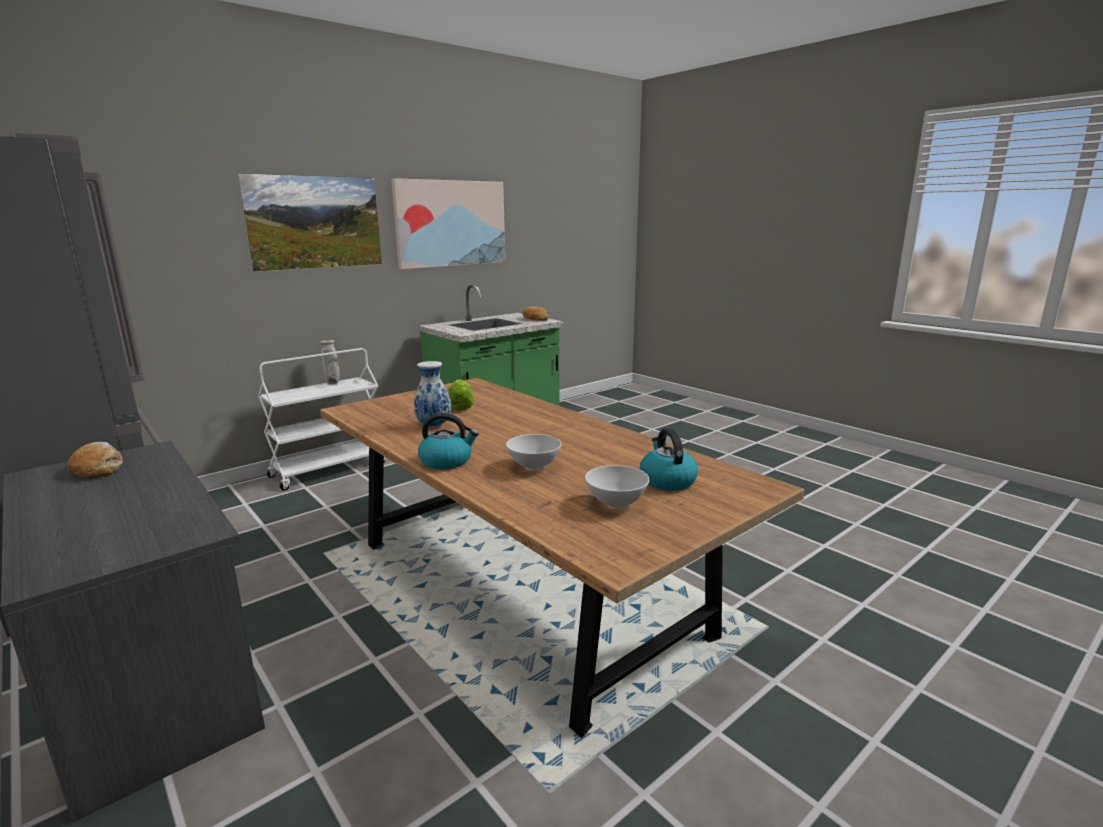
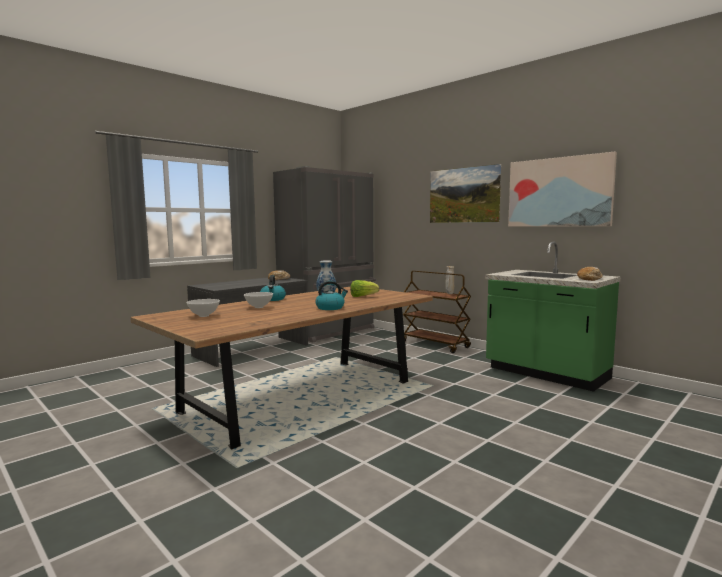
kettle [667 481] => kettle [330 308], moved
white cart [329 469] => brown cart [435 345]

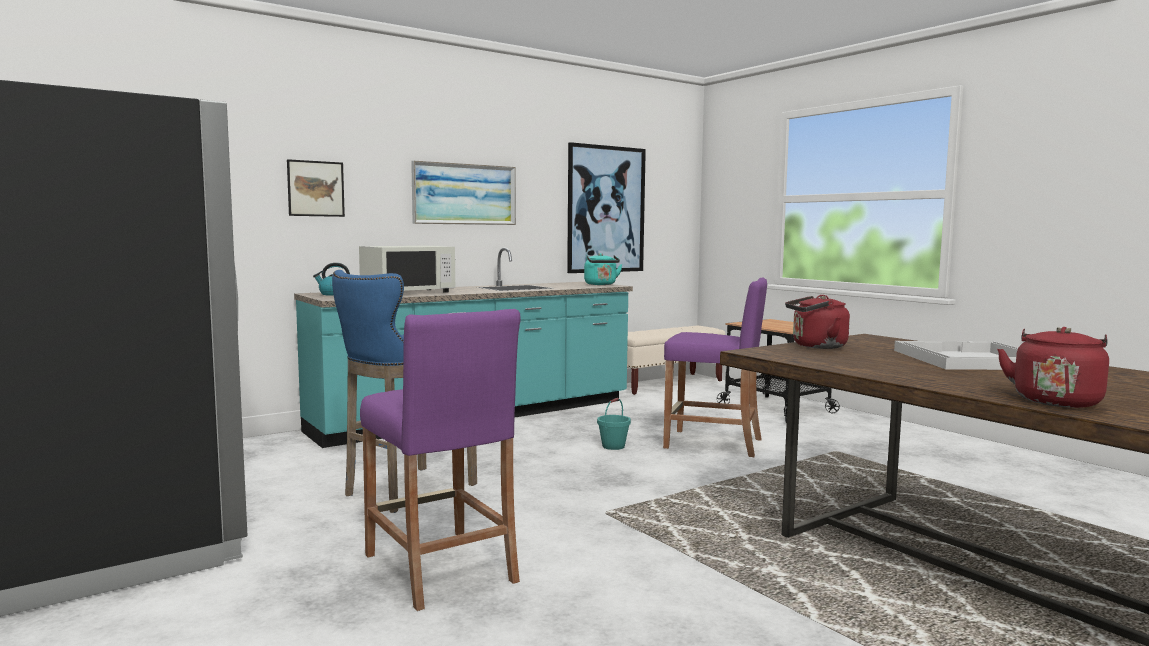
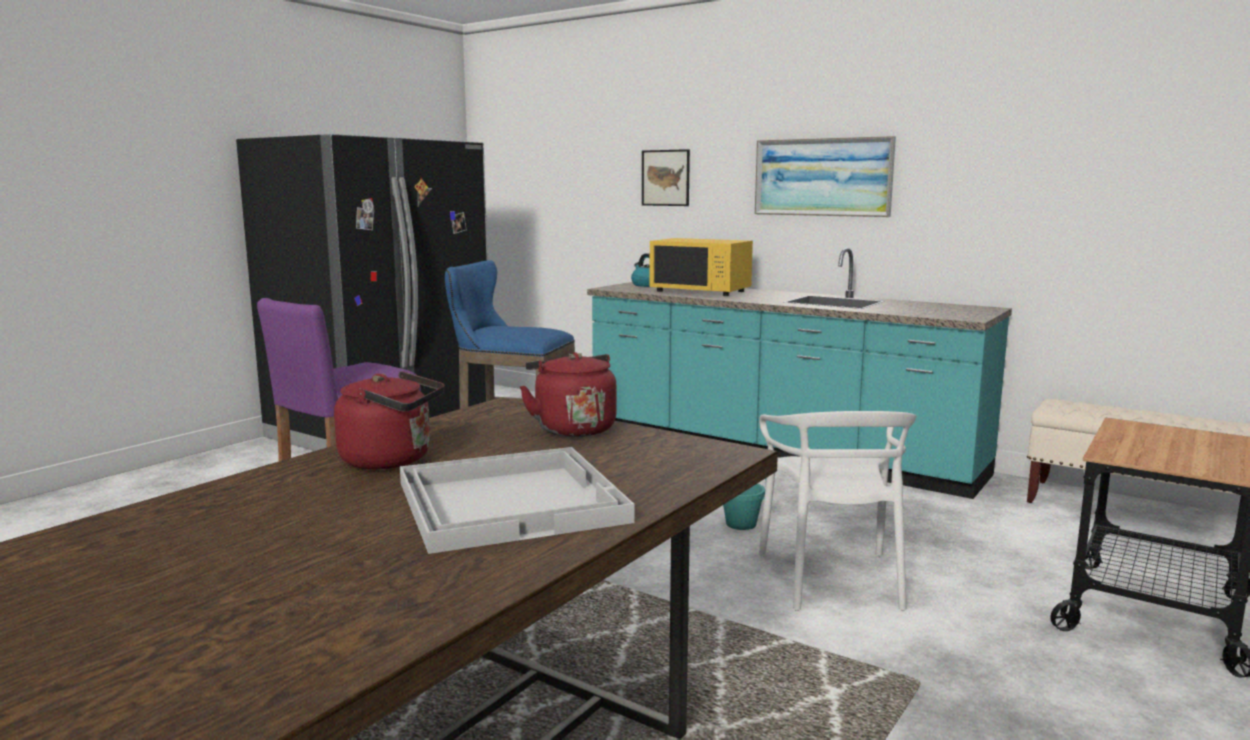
picture [606 209] => nothing
turquoise kettle [601 284] => nothing
red kettle [1055 401] => red kettle [392 460], moved
purple stool [713 443] => white chair [833 579]
white microwave [408 292] => yellow microwave [701 291]

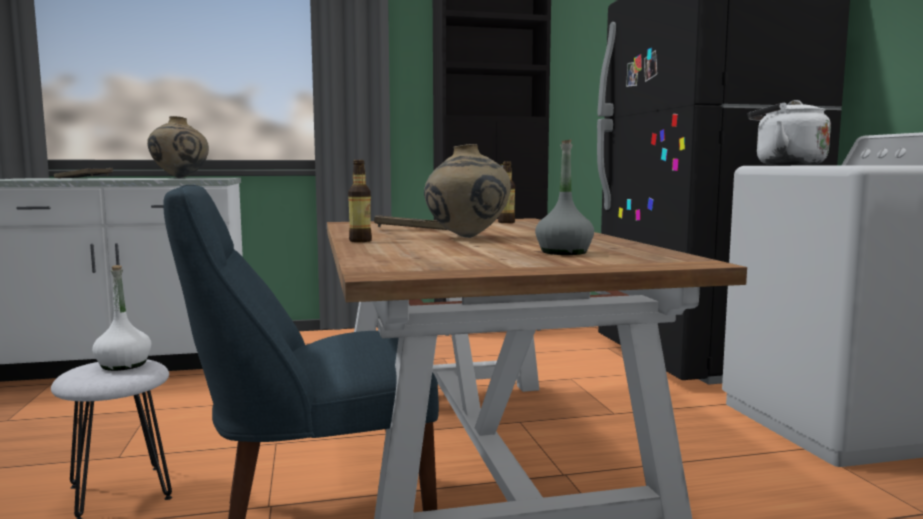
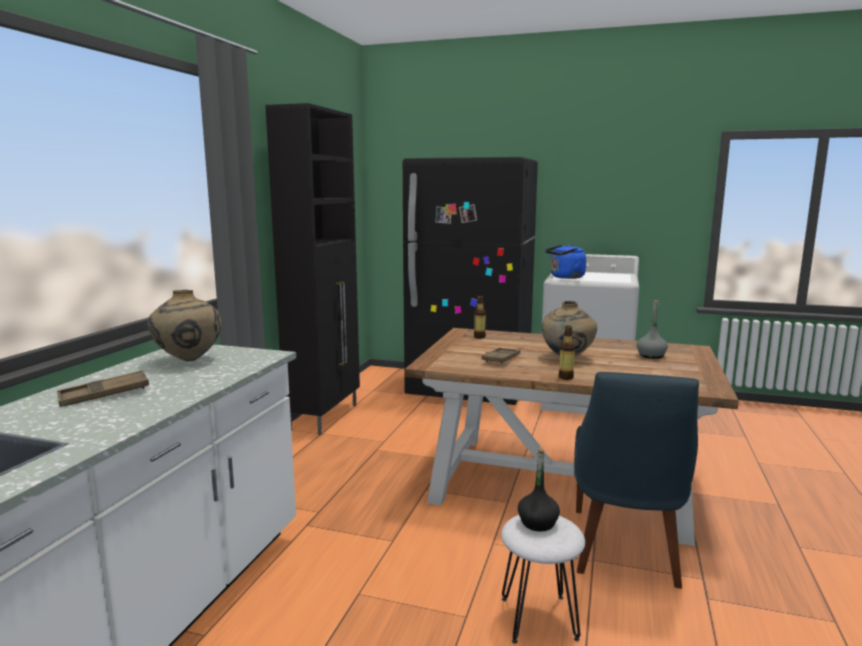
white bottle [124 365] => black bottle [538 523]
white kettle [785 165] => blue kettle [565 277]

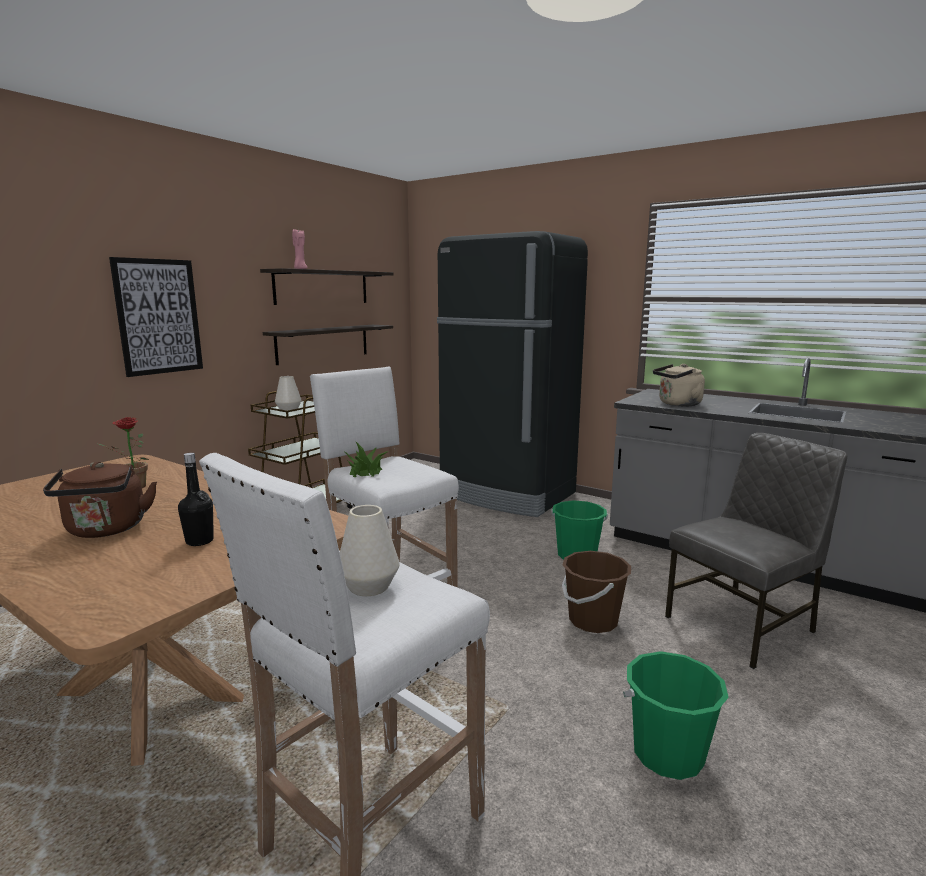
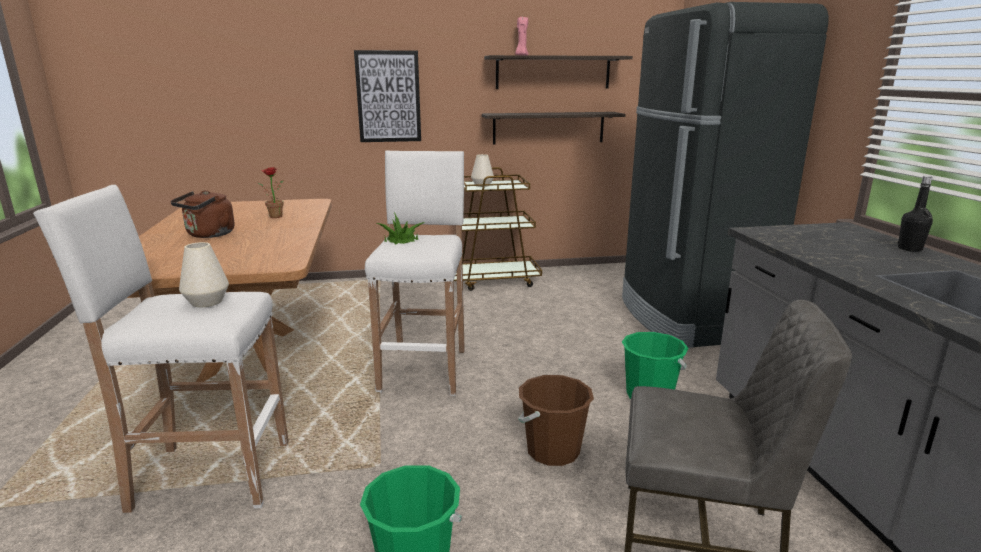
beige kettle [677 404] => nothing
black bottle [199 541] => black bottle [909 249], moved

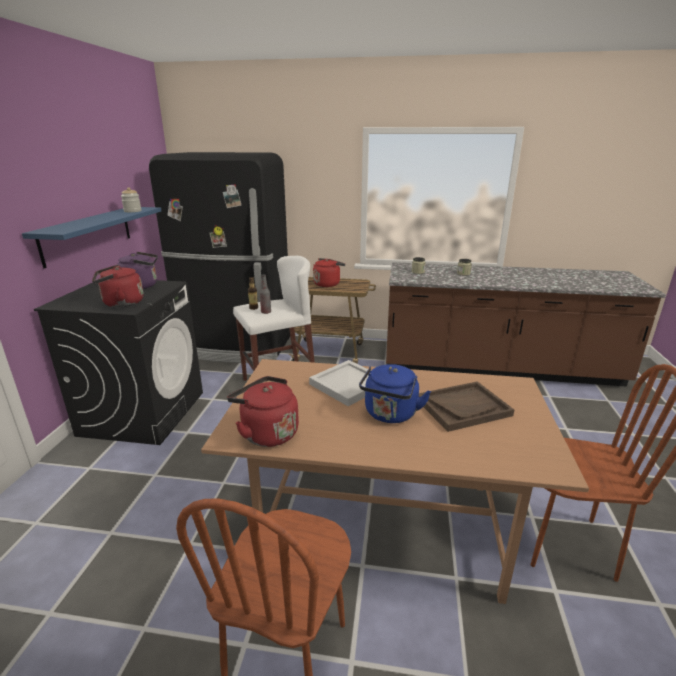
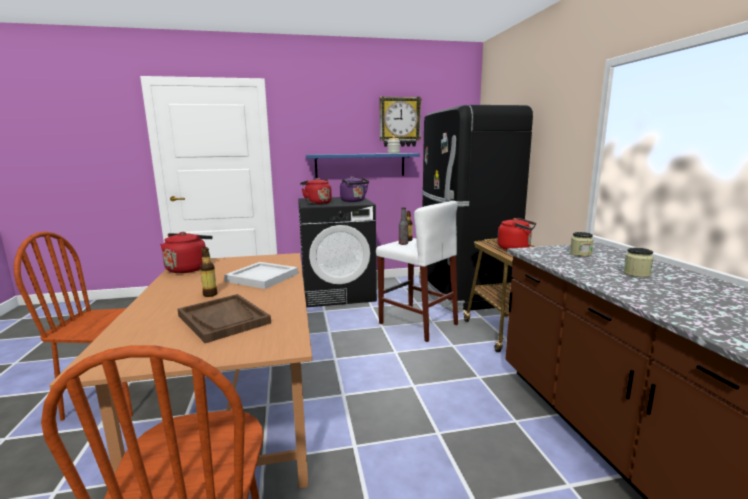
nothing => wall clock [399 122]
blue kettle [390 415] => bottle [210 294]

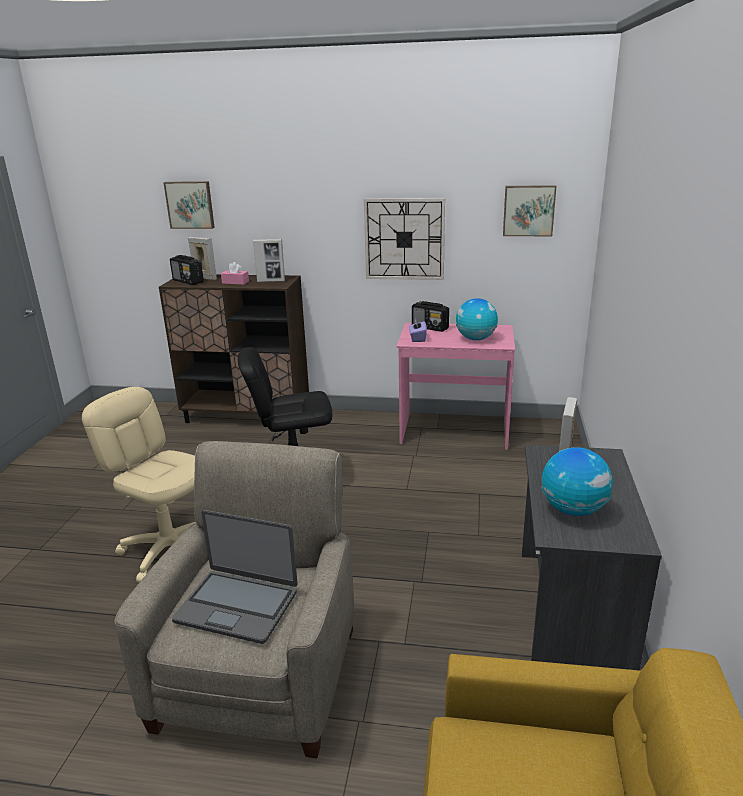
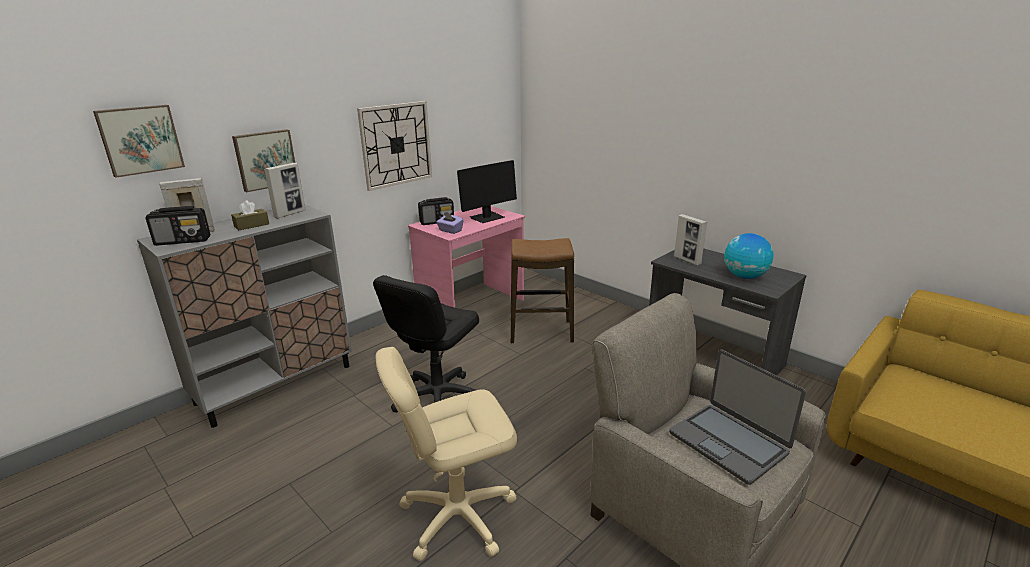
nothing => stool [540 332]
picture [528 210] => picture [265 159], moved
globe [476 339] => monitor [487 218]
brown cabinet [247 416] => grey cabinet [276 384]
pink tissue box [235 282] => brown tissue box [251 225]
laptop [237 605] => laptop [728 442], 90 degrees clockwise

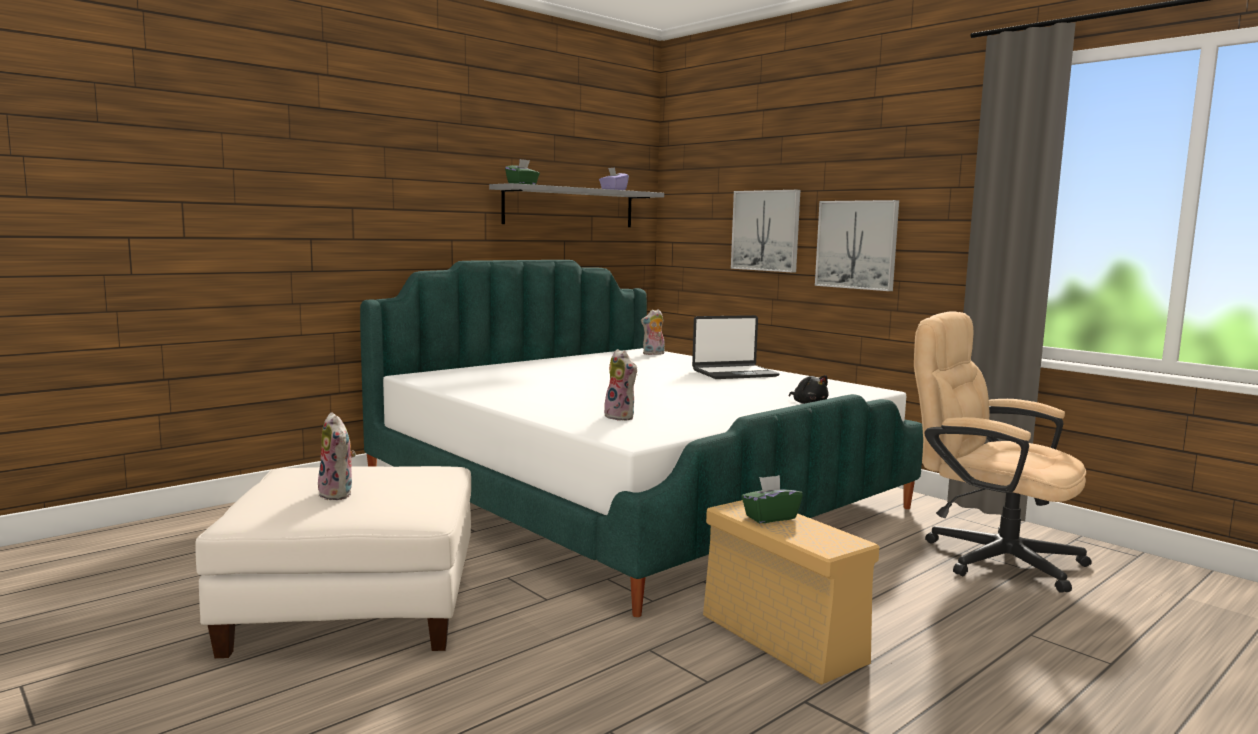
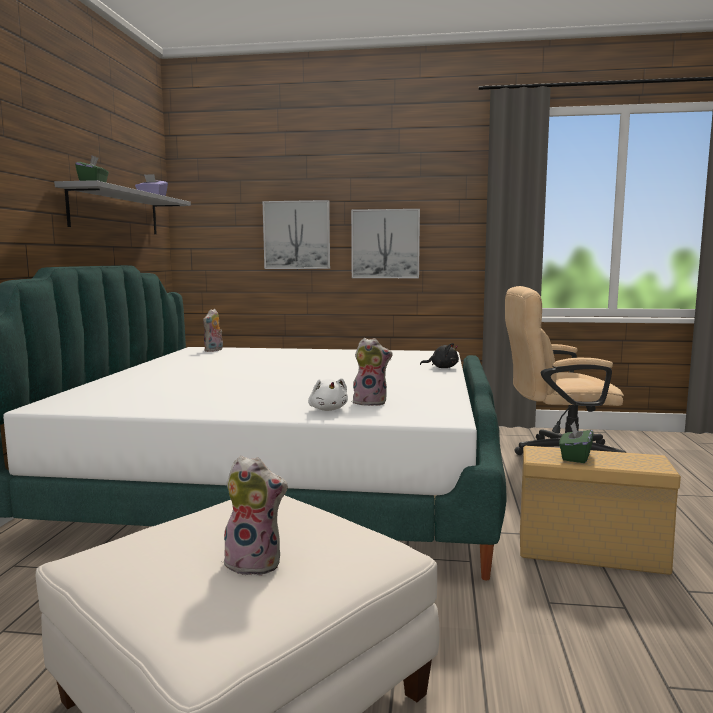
laptop [734 373] => nothing
nothing => white plush toy [328 409]

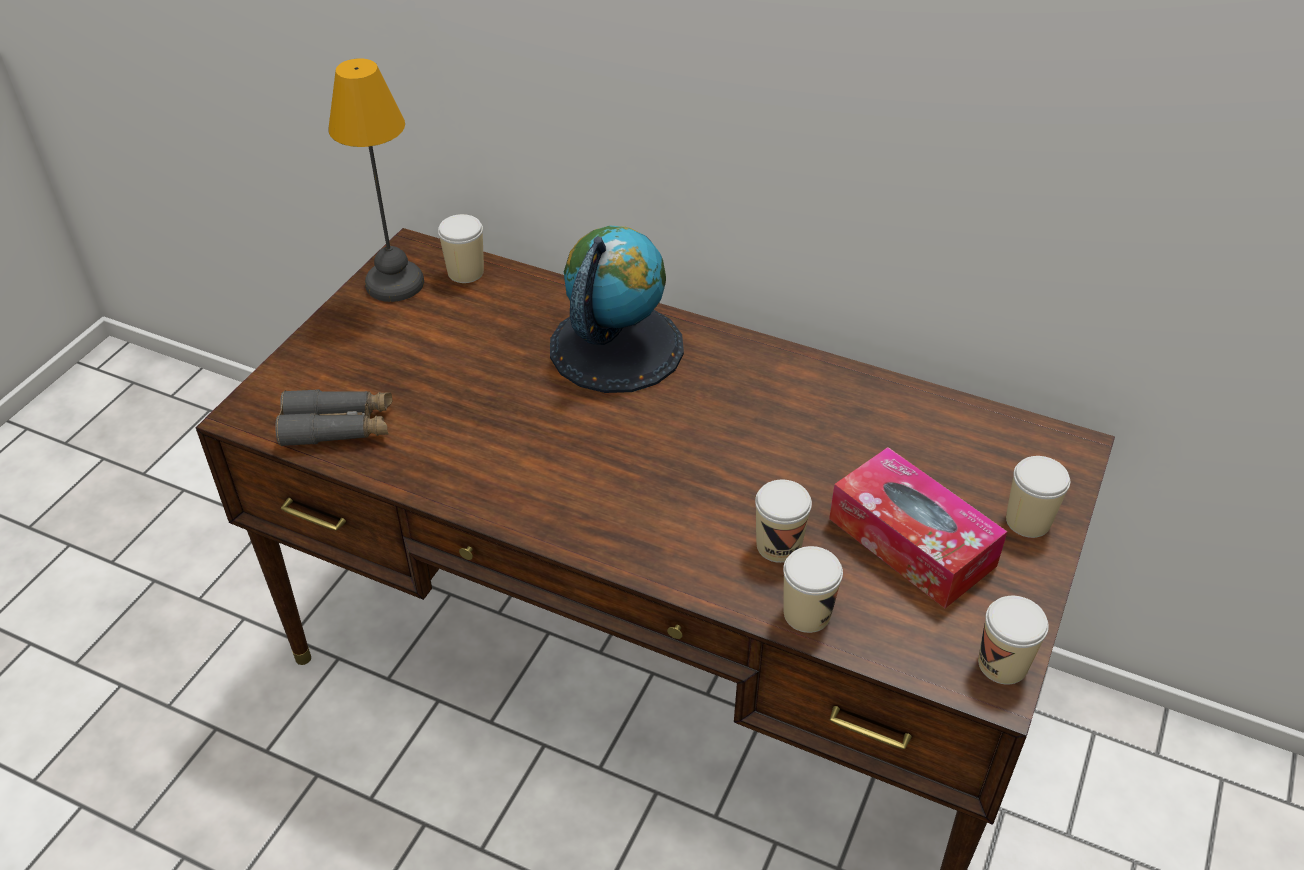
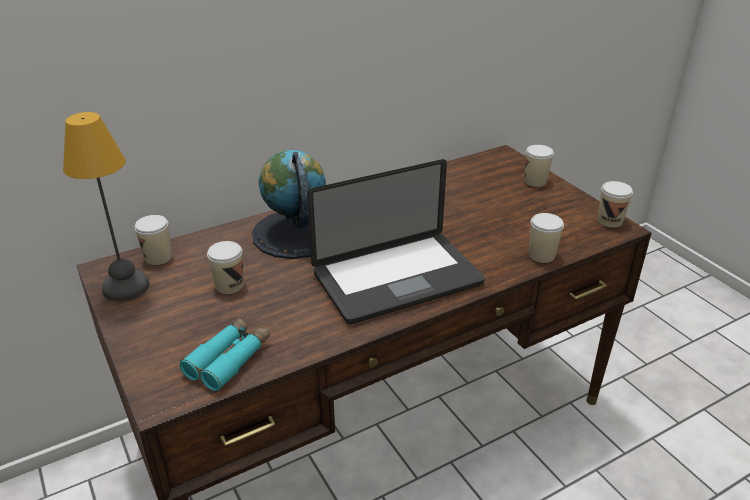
tissue box [911 542] => nothing
nothing => laptop [397 279]
cup [778 545] => cup [229 285], moved
grey binoculars [338 427] => turquoise binoculars [229 359]

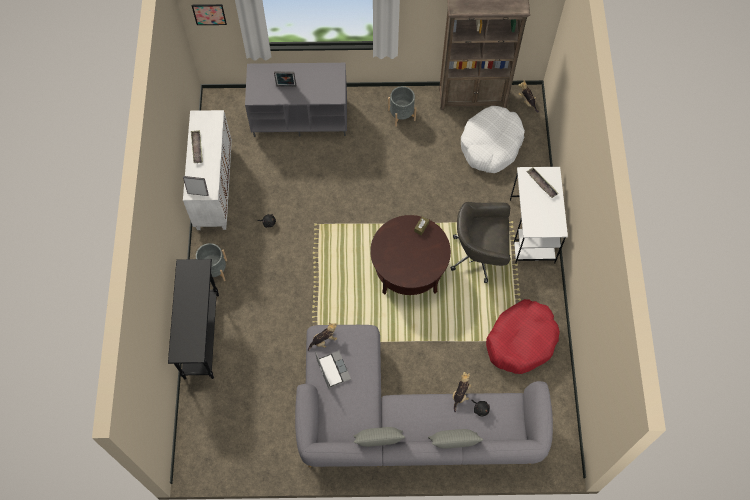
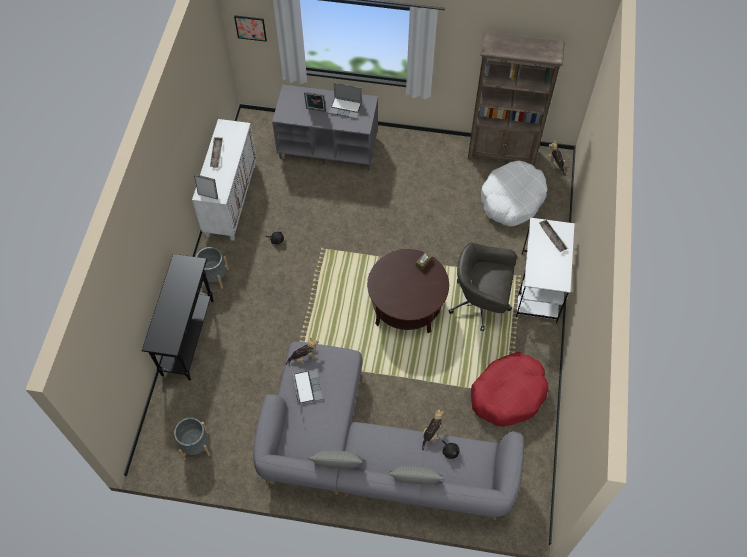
nothing => laptop [346 108]
grey planter [401 115] => grey planter [196 445], moved

